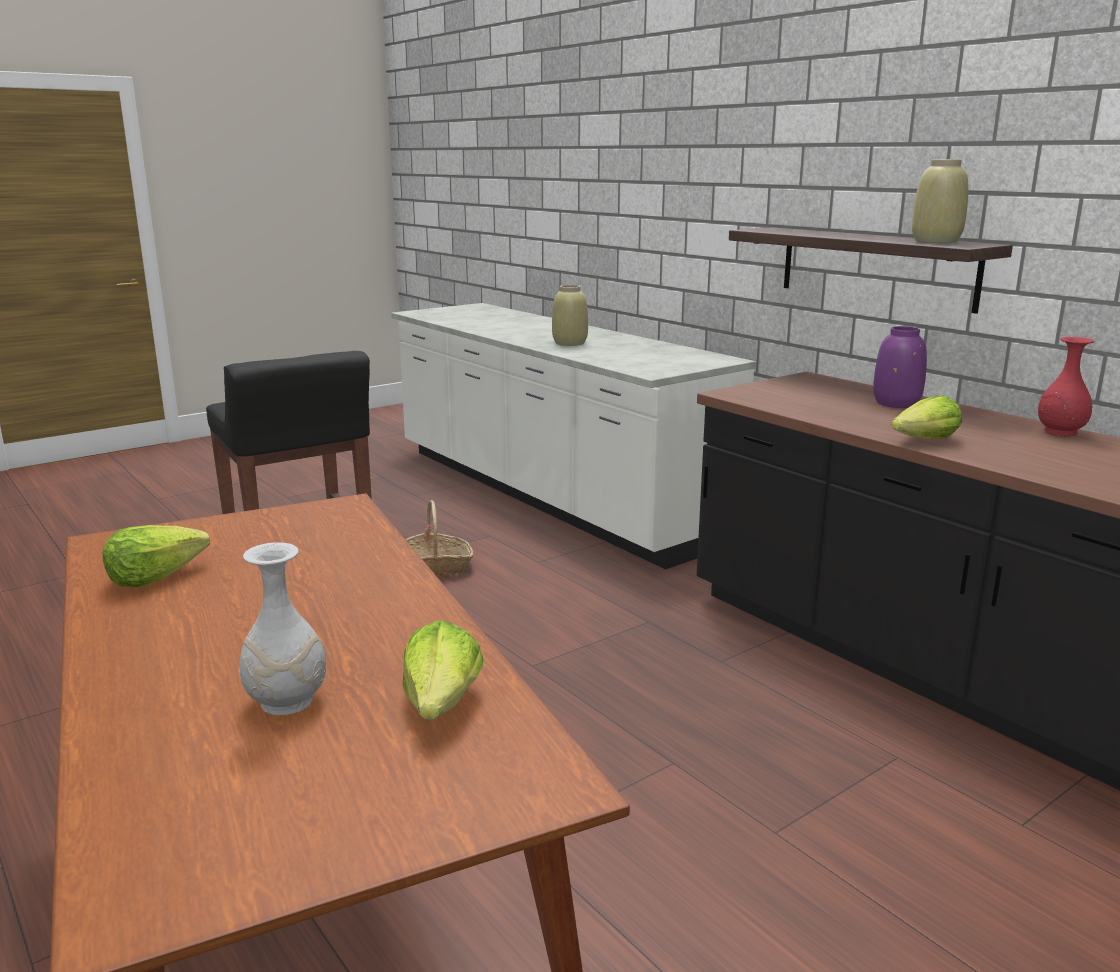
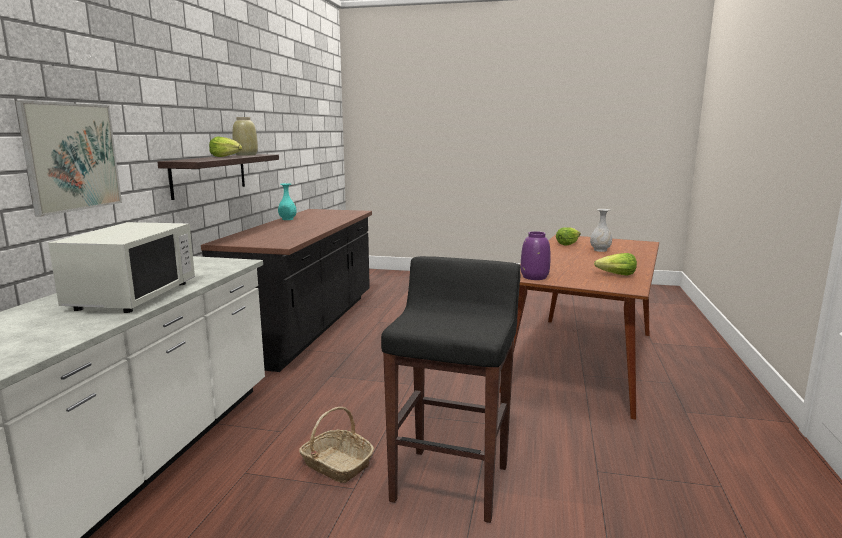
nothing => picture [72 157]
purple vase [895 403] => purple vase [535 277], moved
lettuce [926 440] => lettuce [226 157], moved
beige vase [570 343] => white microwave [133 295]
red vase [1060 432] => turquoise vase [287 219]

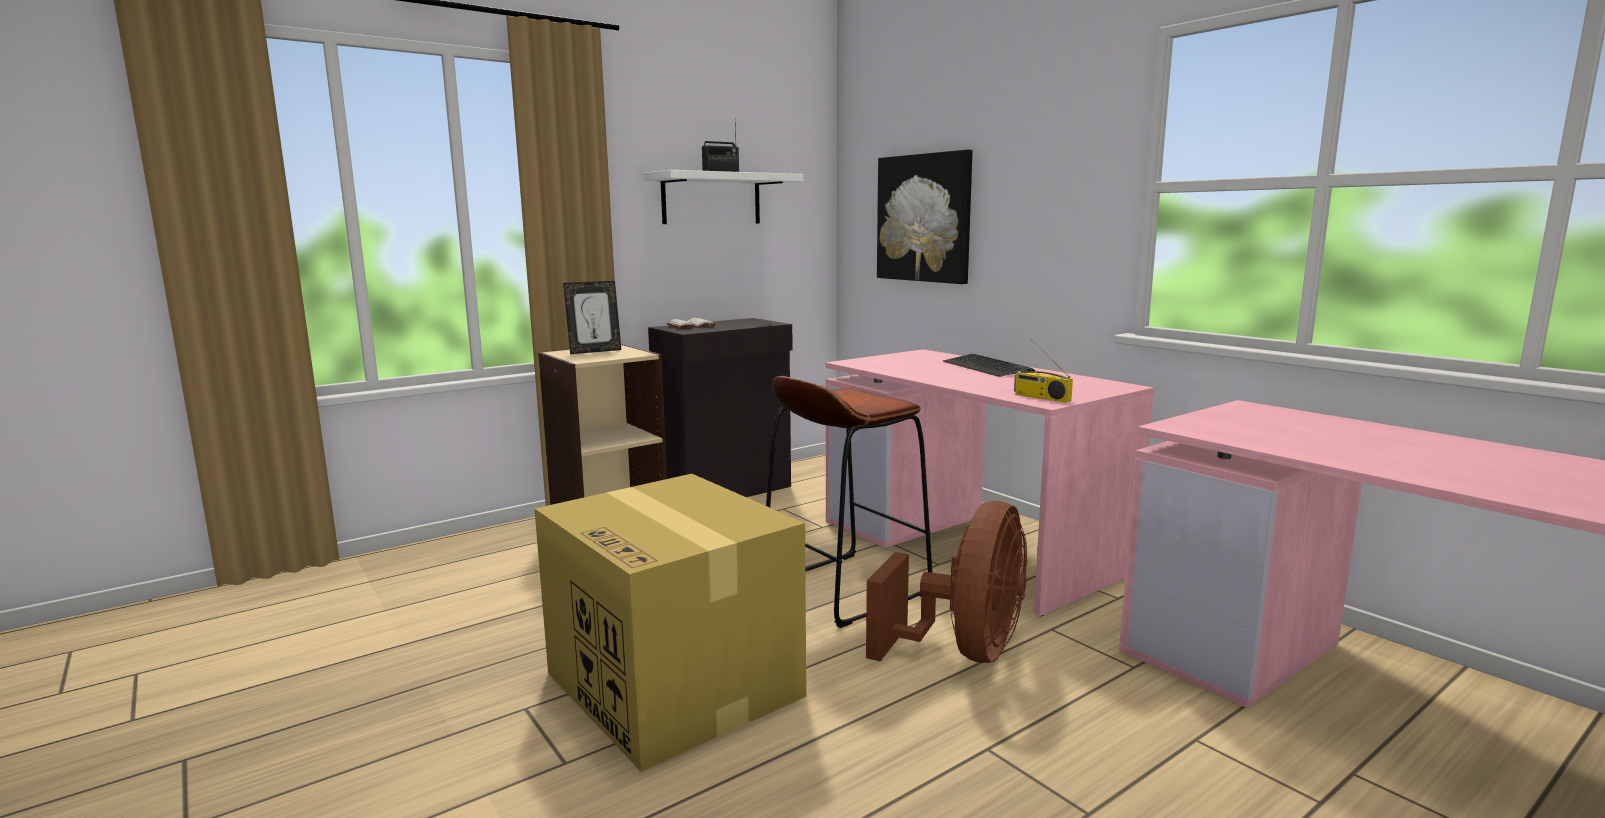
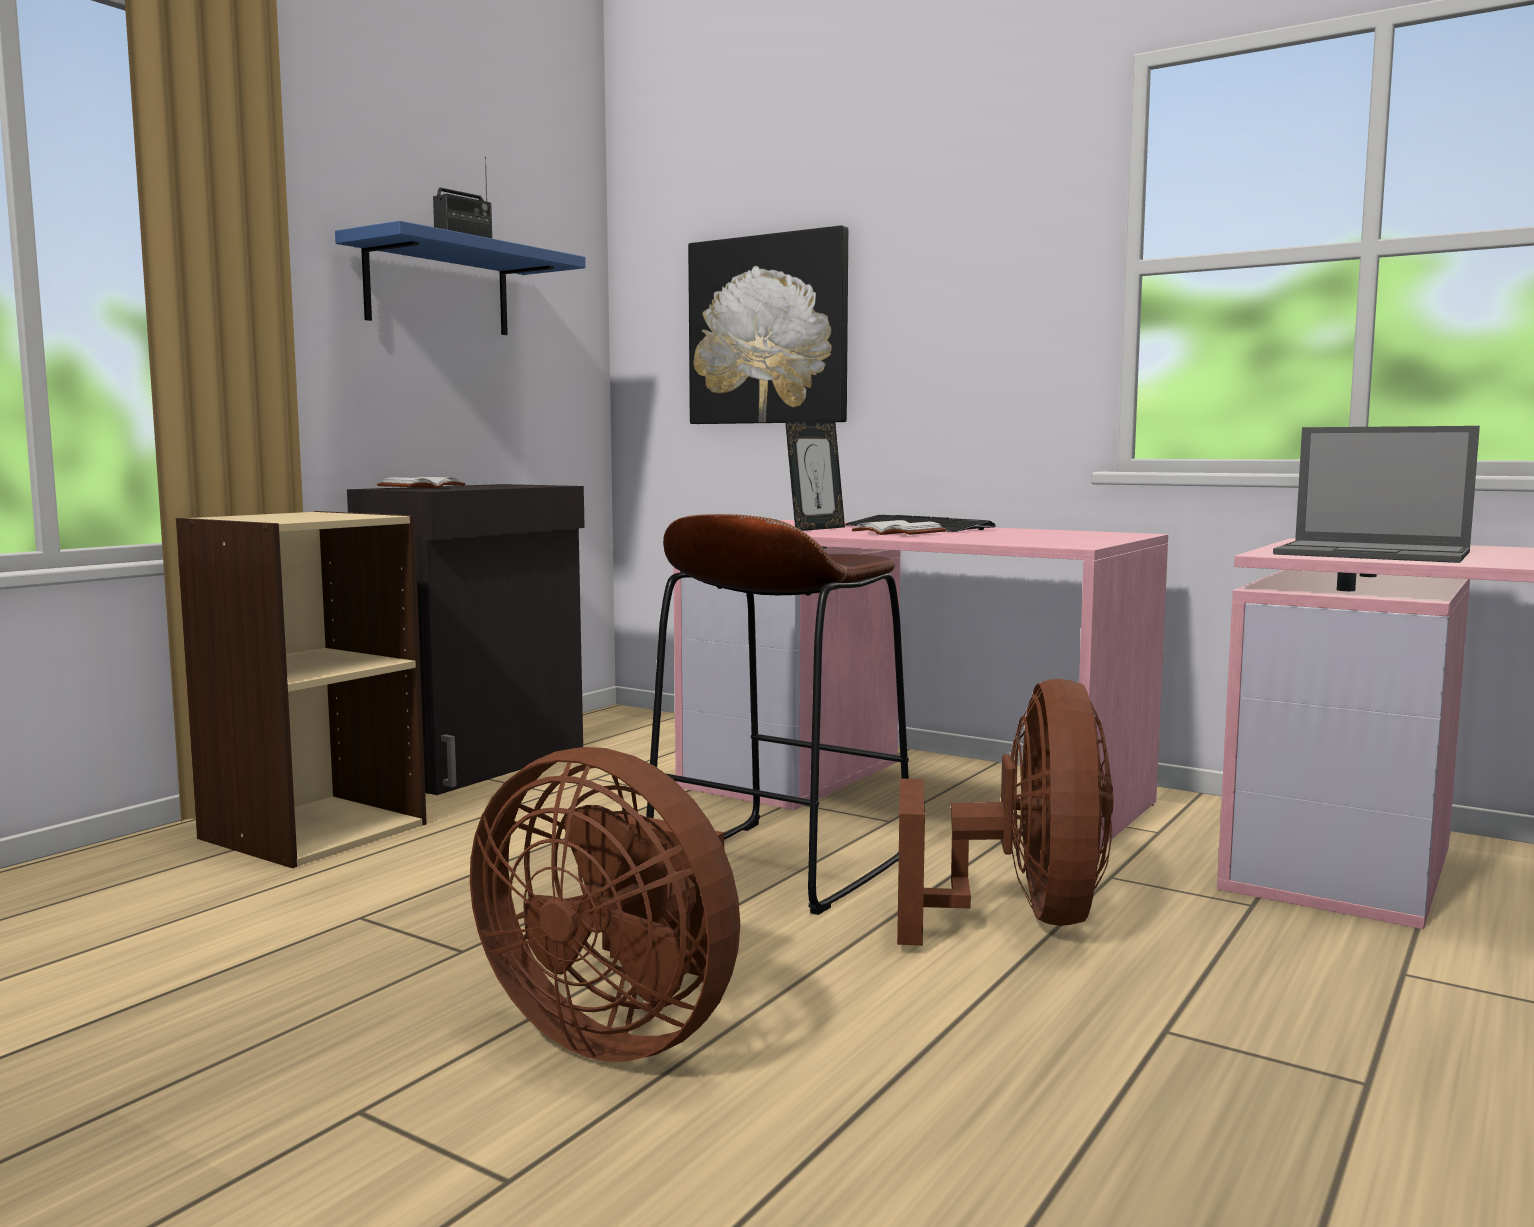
radio [1041 397] => nothing
nothing => white book [901 533]
nothing => laptop [1374 554]
picture frame [595 351] => picture frame [815 529], moved
cardboard box [676 685] => brown fan [618 1030]
white shelf [711 199] => blue shelf [438 288]

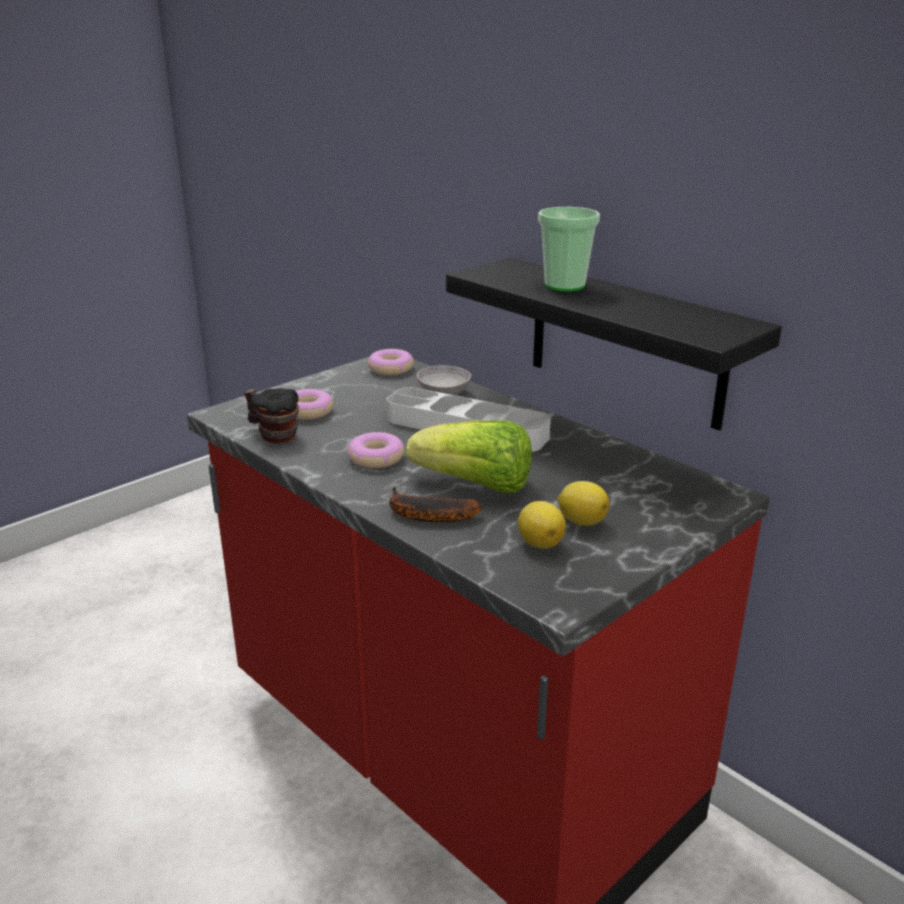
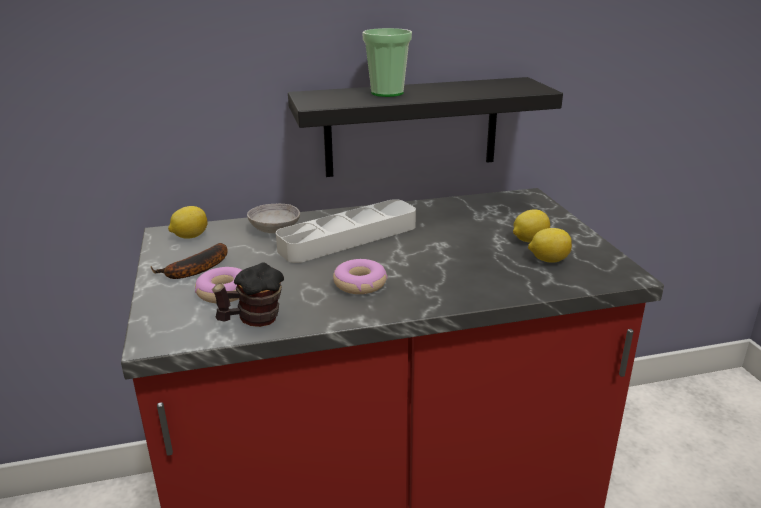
lettuce [476 486] => nothing
banana [425 515] => banana [194 270], moved
donut [390 369] => lemon [190 236]

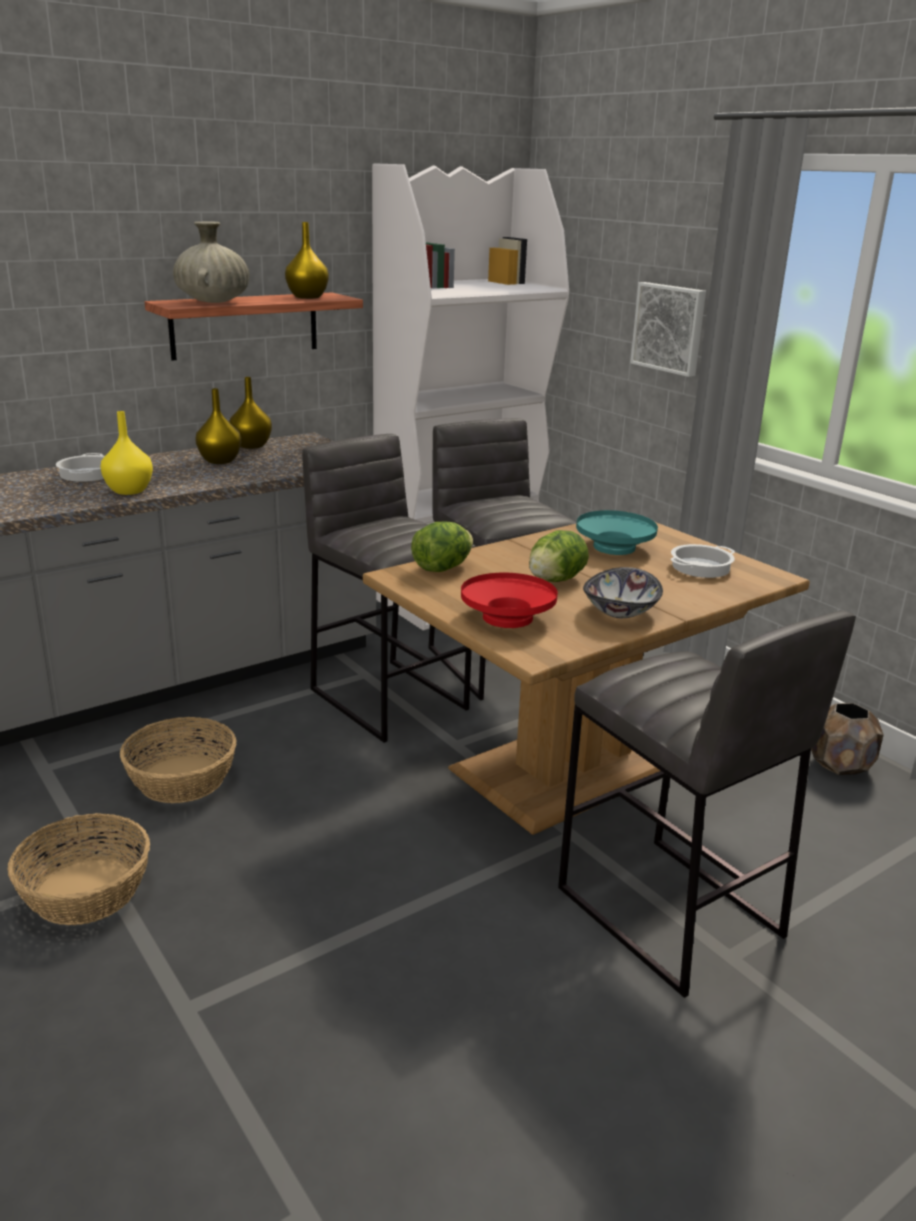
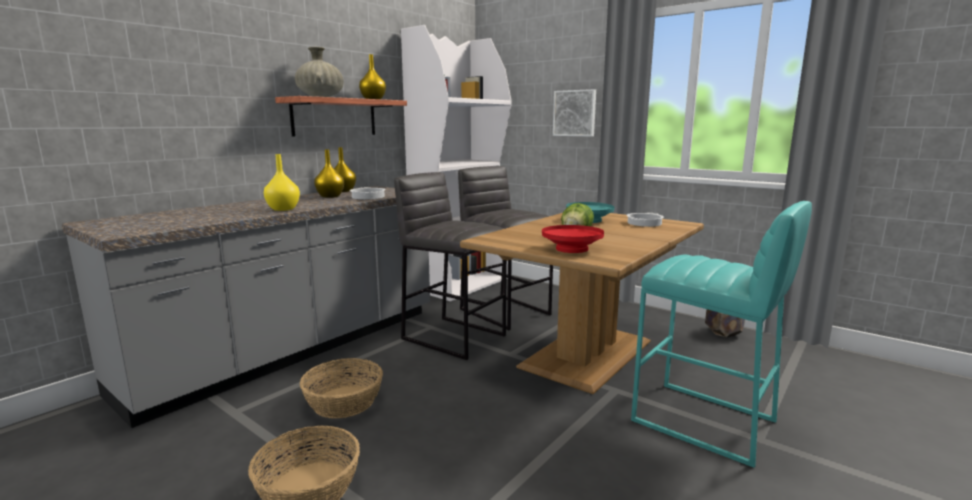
lettuce [442 568] => nothing
bowl [621 612] => nothing
cooking pot [88 474] => cooking pot [368 197], moved
grey stool [669 913] => turquoise stool [704 422]

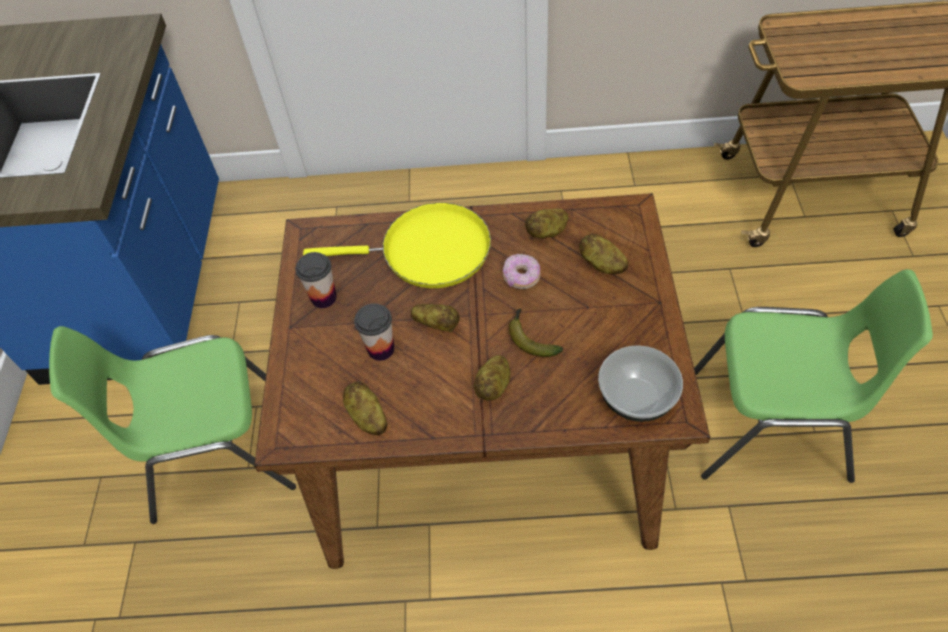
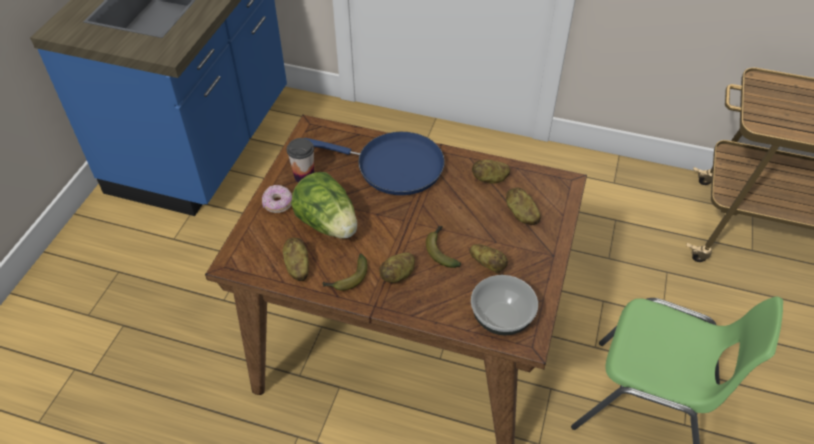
green chair [216 453] => nothing
nothing => banana [347 279]
potato [437 324] => potato [488 264], moved
donut [521 277] => donut [278 204], moved
cup [381 349] => lettuce [328 224]
yellow frying pan [428 251] => blue frying pan [394 166]

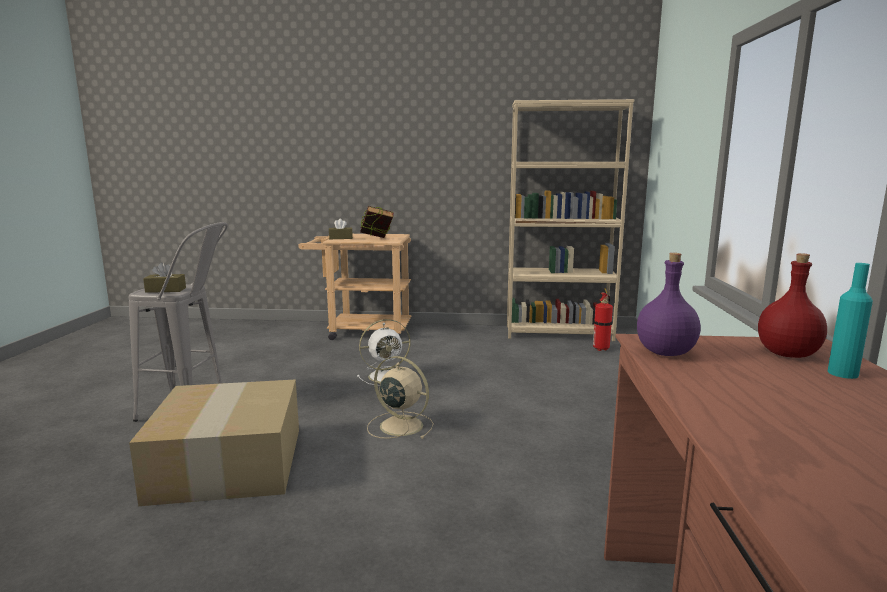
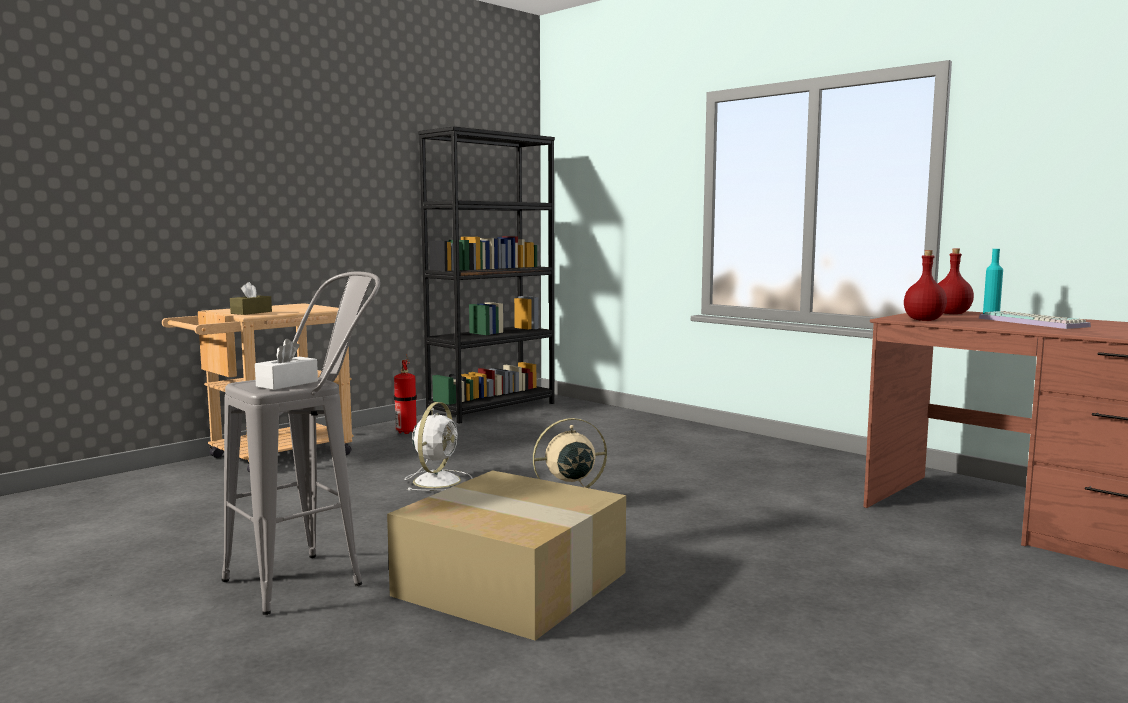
book [377 239] => nothing
nothing => keyboard [1034 322]
fire extinguisher [601 348] => fire extinguisher [406 431], moved
brown tissue box [165 290] => white tissue box [287 384]
beige bookcase [559 333] => black bookcase [492 409]
purple bottle [665 353] => red bottle [924 320]

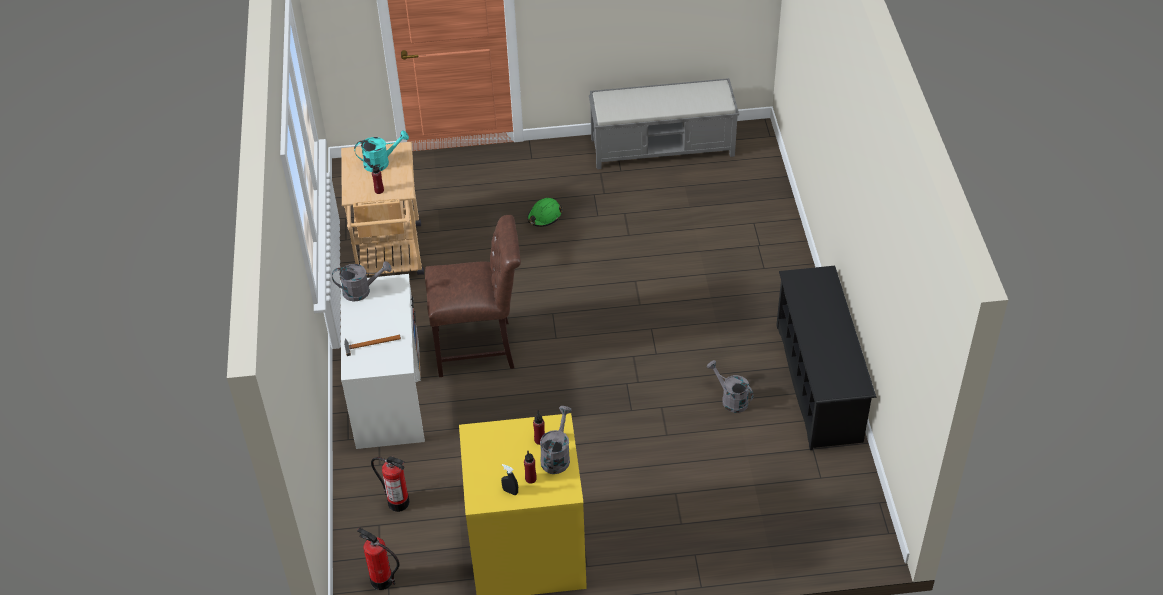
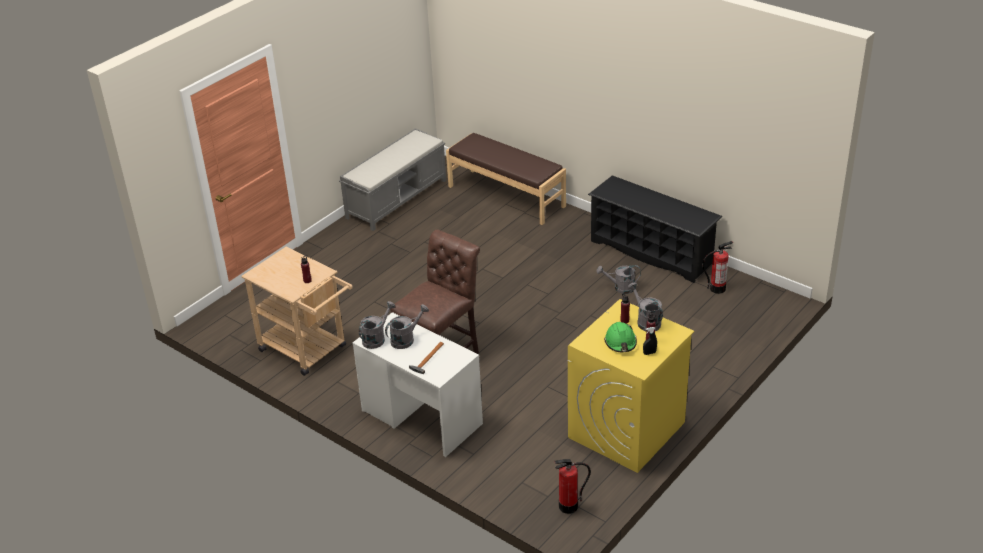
turquoise watering can [381 162] => nothing
nothing => grey watering can [406 339]
nothing => brown bench [506 196]
fire extinguisher [398 502] => fire extinguisher [717 288], moved
green hard hat [544 216] => green hard hat [620 342], moved

